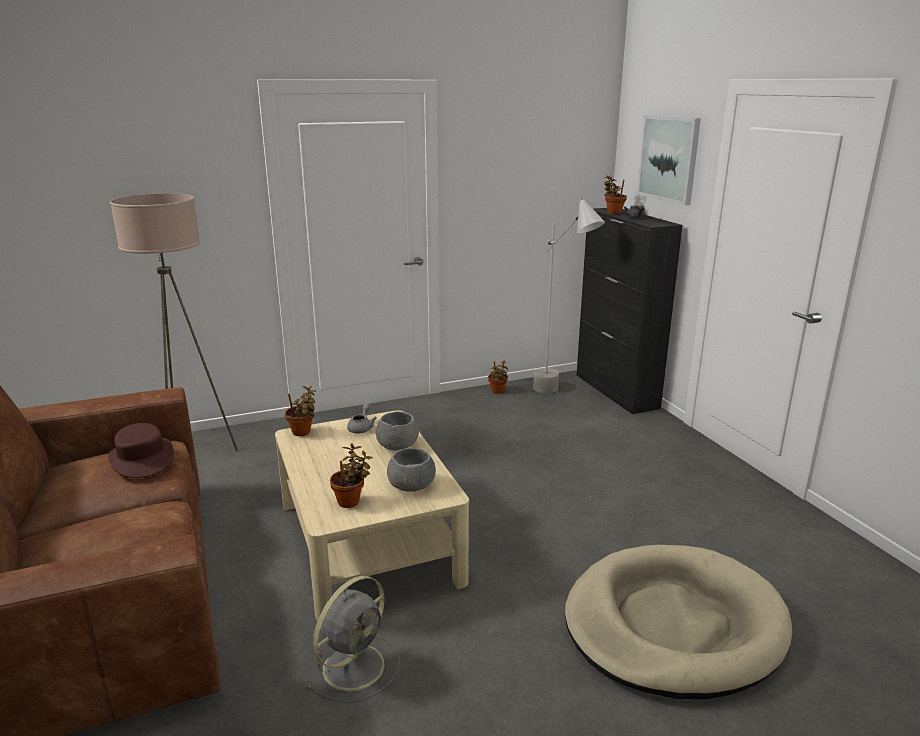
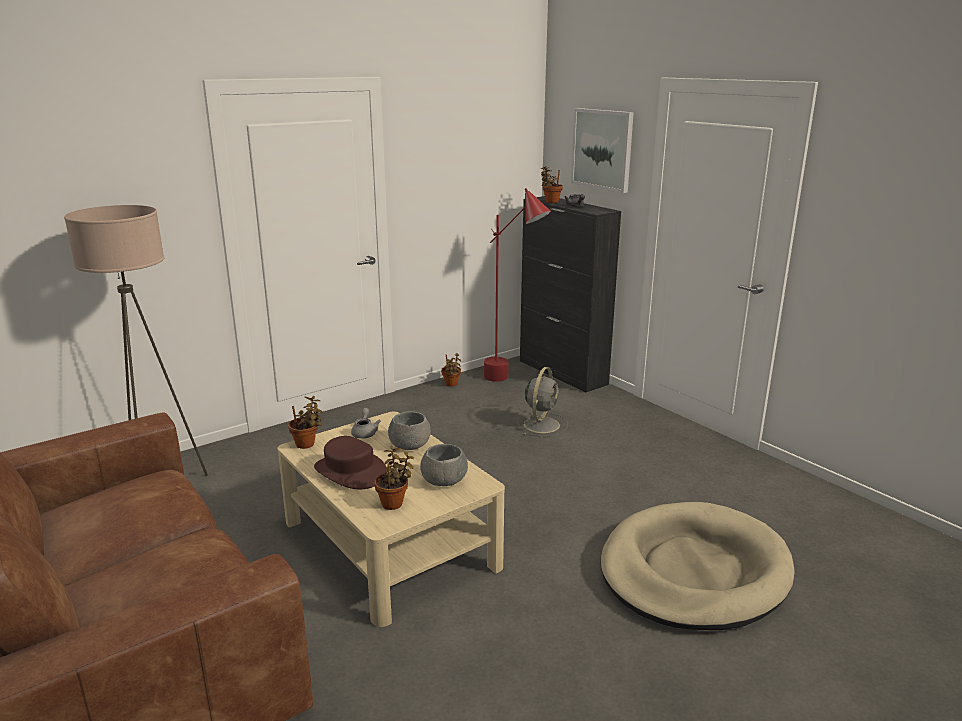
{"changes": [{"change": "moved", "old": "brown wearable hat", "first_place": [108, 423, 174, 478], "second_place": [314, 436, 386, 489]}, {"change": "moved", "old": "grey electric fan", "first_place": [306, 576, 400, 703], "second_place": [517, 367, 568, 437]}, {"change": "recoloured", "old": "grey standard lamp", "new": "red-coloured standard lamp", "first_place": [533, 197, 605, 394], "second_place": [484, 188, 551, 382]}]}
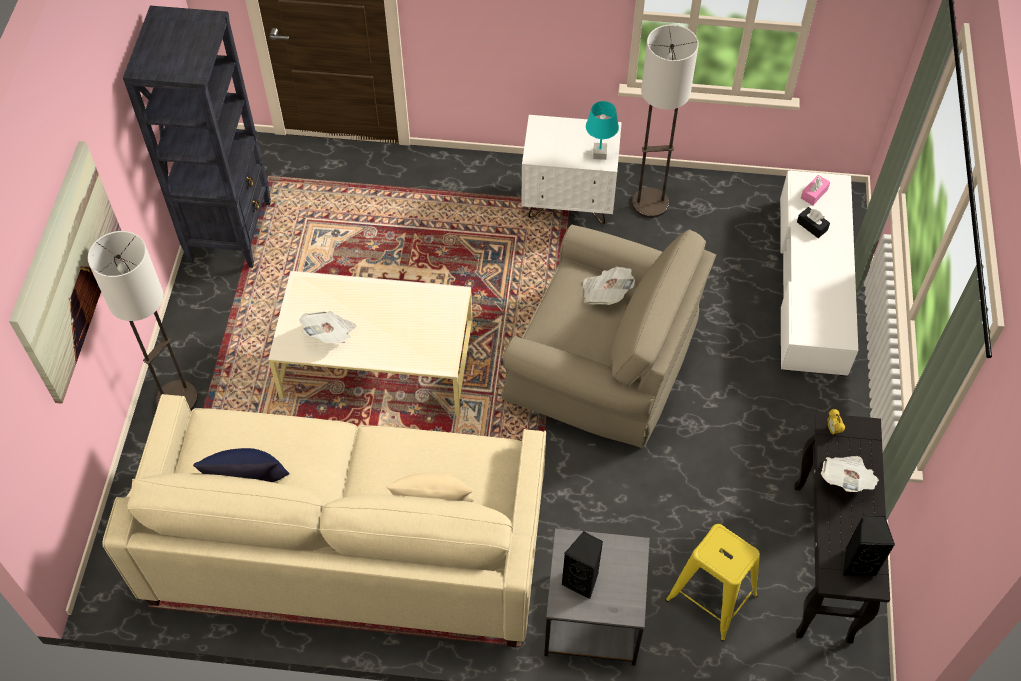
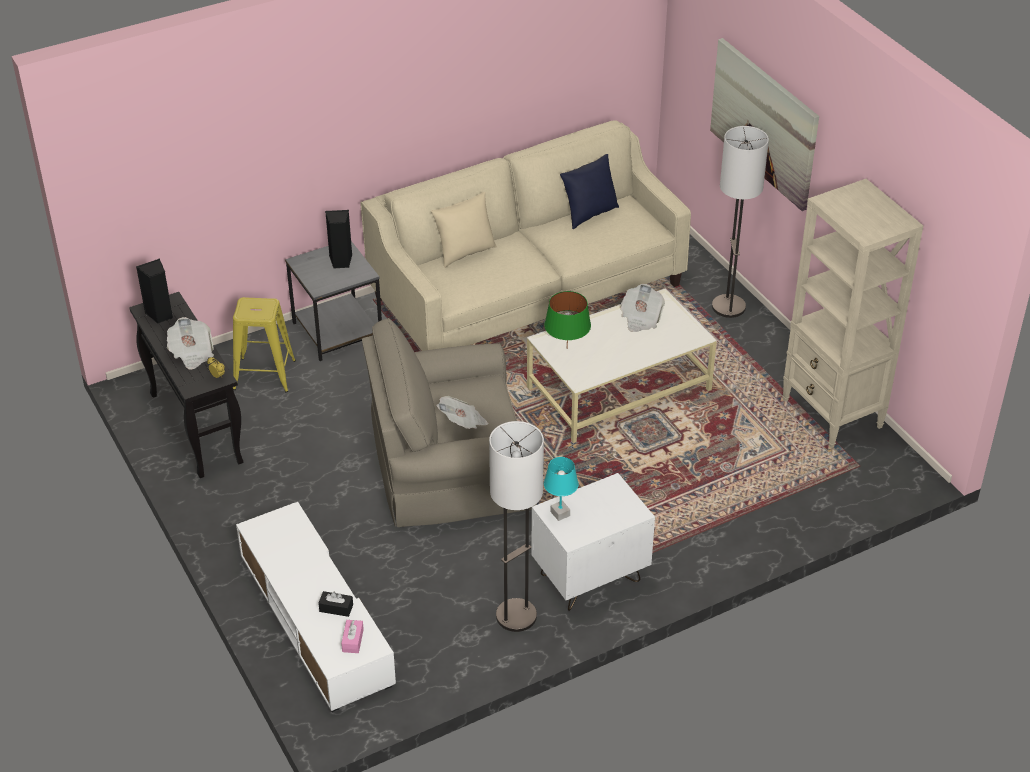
{"changes": [{"change": "recoloured", "old": "blackish bookcase", "new": "beige bookcase", "first_place": [123, 6, 271, 268], "second_place": [782, 179, 923, 448]}, {"change": "added", "new": "greenish lamp for a table", "second_place": [544, 291, 591, 348]}]}
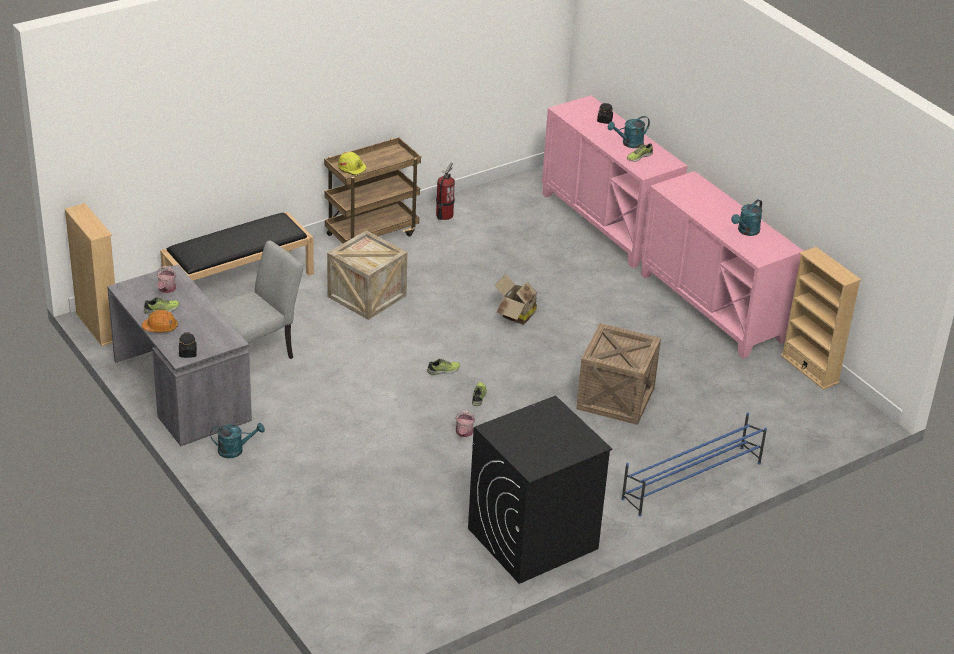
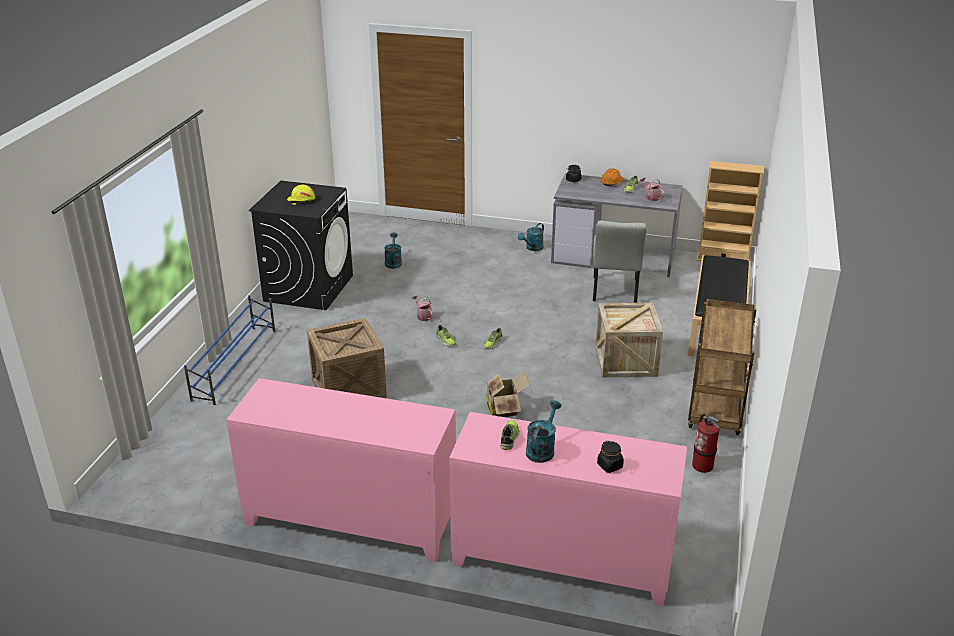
{"changes": [{"change": "moved", "old": "yellowish safety helmet", "first_place": [338, 152, 367, 176], "second_place": [287, 185, 315, 205]}, {"change": "moved", "old": "blue-green watering can", "first_place": [731, 199, 763, 236], "second_place": [384, 232, 402, 269]}, {"change": "removed", "old": "beige bookcase", "first_place": [781, 247, 861, 390]}]}
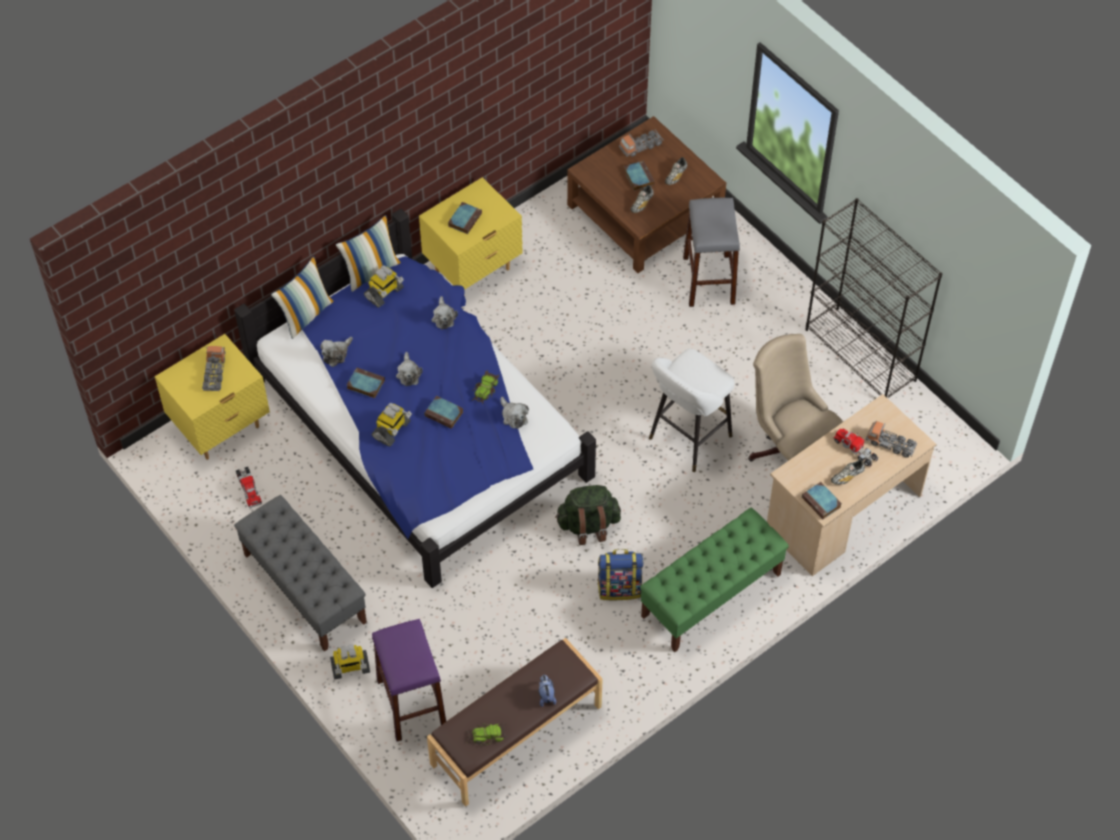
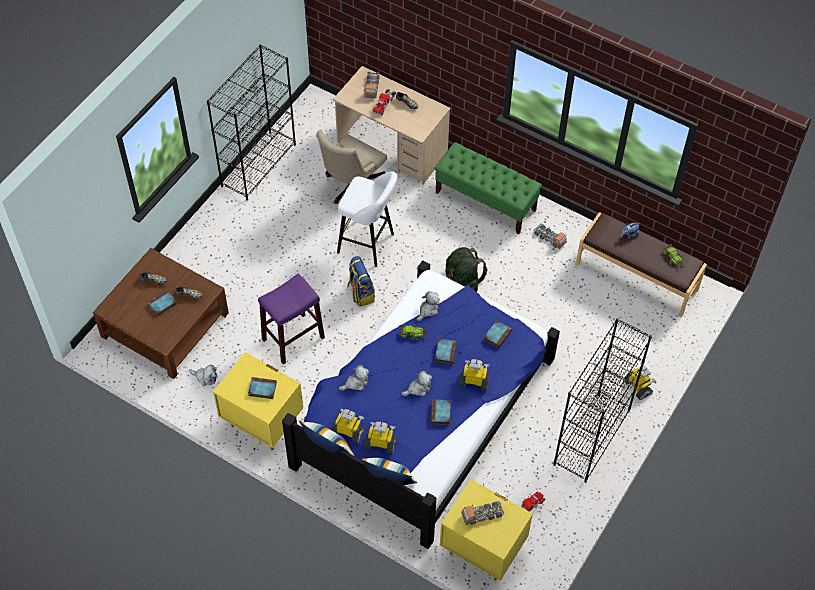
{"changes": [{"change": "replaced", "old": "grey bench", "new": "blackish bookcase", "first_place": [234, 495, 367, 652], "second_place": [553, 318, 652, 483]}, {"change": "moved", "old": "plush toy", "first_place": [320, 337, 353, 367], "second_place": [189, 365, 218, 386]}, {"change": "moved", "old": "purplish stool", "first_place": [372, 619, 446, 741], "second_place": [258, 274, 325, 364]}, {"change": "moved", "old": "knapsack", "first_place": [598, 549, 643, 601], "second_place": [347, 256, 375, 307]}, {"change": "moved", "old": "model truck", "first_place": [619, 129, 664, 157], "second_place": [533, 224, 567, 249]}, {"change": "removed", "old": "grey stool", "first_place": [683, 198, 740, 307]}, {"change": "moved", "old": "volume", "first_place": [802, 482, 842, 519], "second_place": [484, 320, 512, 348]}, {"change": "added", "new": "toy robot", "second_place": [364, 422, 397, 454]}]}
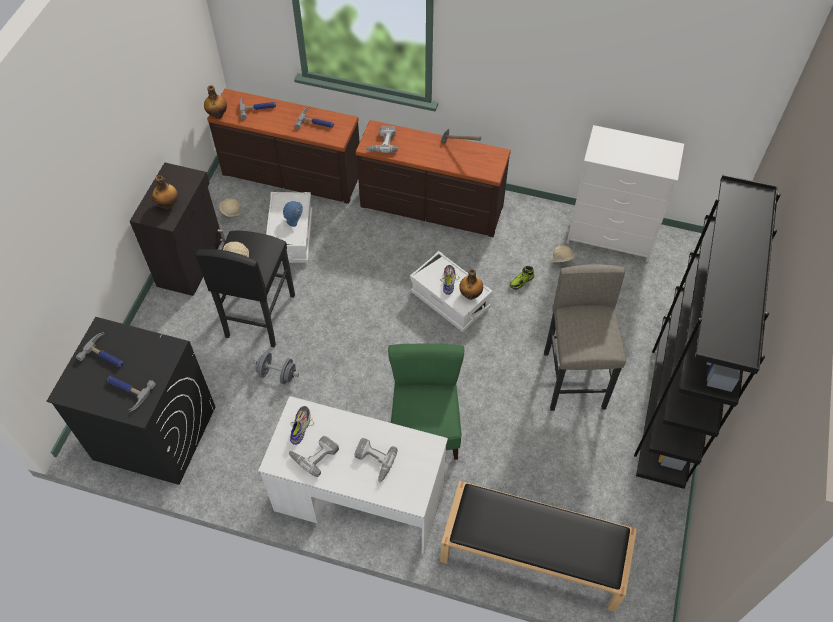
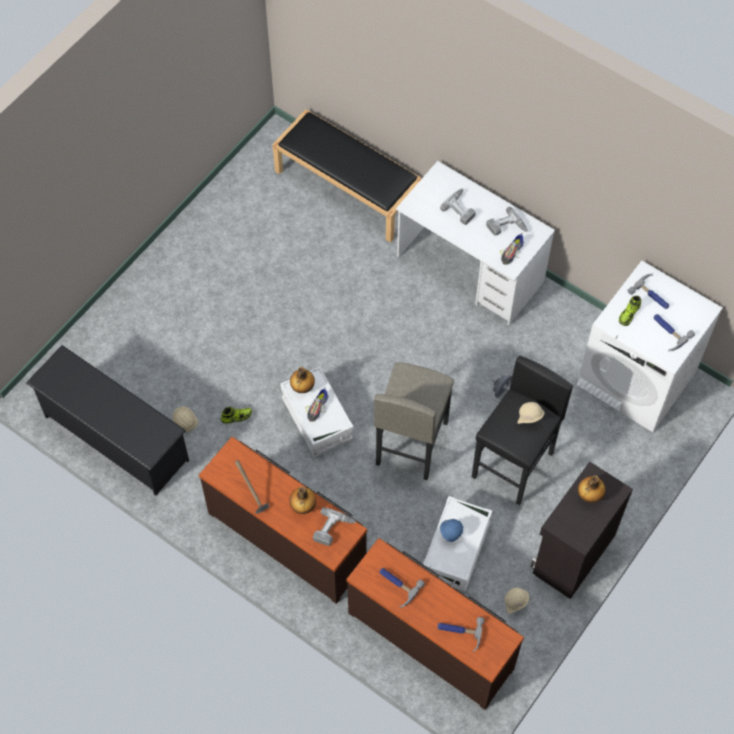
{"changes": [{"change": "recoloured", "old": "blackish washing machine", "new": "white washing machine", "first_place": [47, 317, 215, 485], "second_place": [577, 261, 723, 432]}, {"change": "moved", "old": "drink bottle", "first_place": [204, 85, 227, 119], "second_place": [289, 486, 316, 514]}, {"change": "removed", "old": "greenish upright chair", "first_place": [388, 343, 464, 460]}, {"change": "moved", "old": "grey stool", "first_place": [544, 264, 626, 411], "second_place": [374, 362, 454, 480]}, {"change": "replaced", "old": "white dresser", "new": "blackish shoe rack", "first_place": [567, 125, 684, 262], "second_place": [26, 345, 189, 496]}, {"change": "removed", "old": "blackish bookcase", "first_place": [634, 175, 781, 489]}, {"change": "added", "new": "low shoe", "second_place": [619, 296, 641, 326]}]}
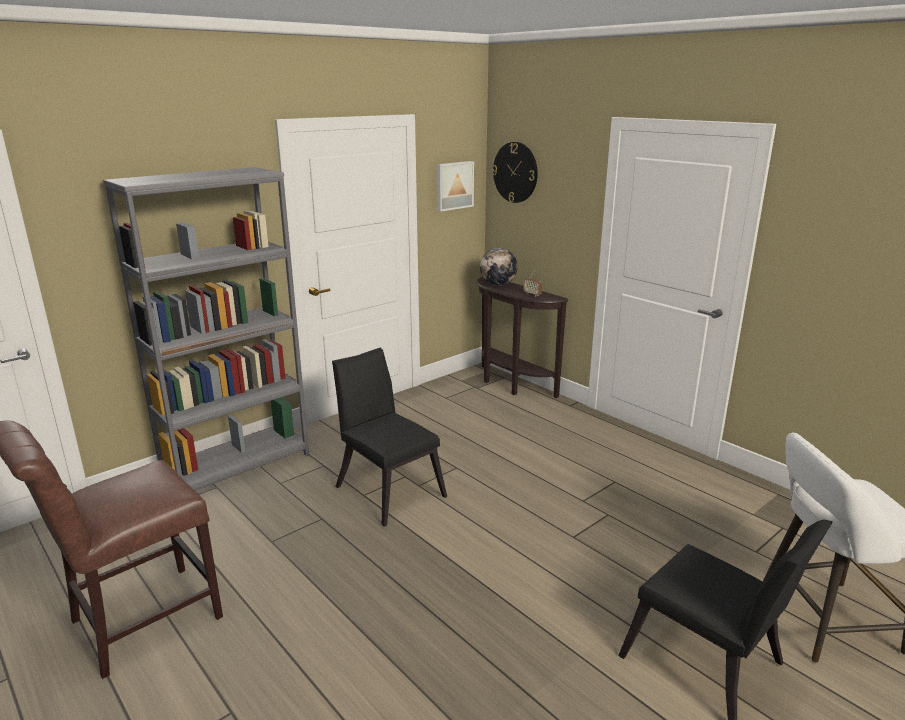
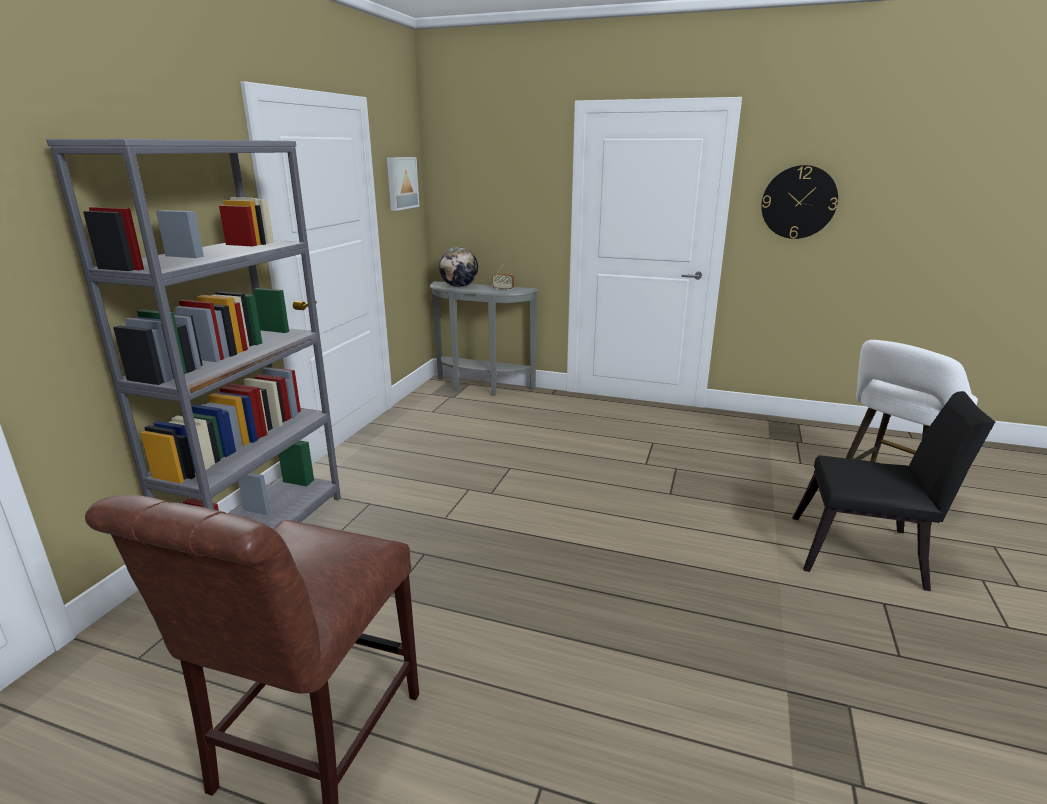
{"changes": [{"change": "removed", "old": "blackish upright chair", "first_place": [332, 348, 447, 527]}, {"change": "recoloured", "old": "brown hall table", "new": "grey hall table", "first_place": [476, 277, 568, 398], "second_place": [430, 281, 539, 396]}, {"change": "moved", "old": "clock on the wall", "first_place": [492, 142, 538, 203], "second_place": [761, 165, 838, 239]}]}
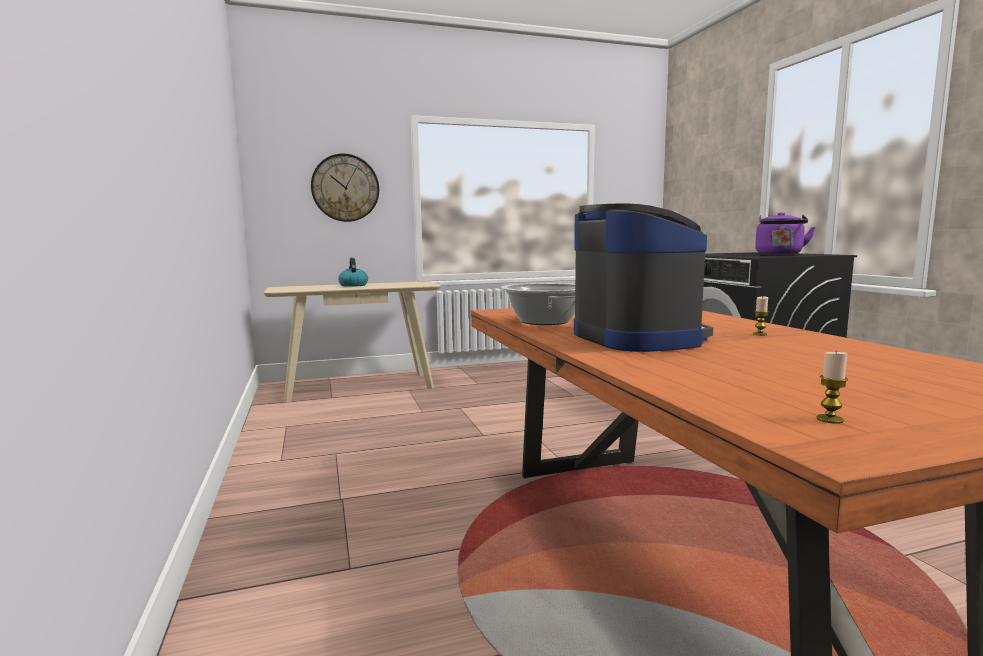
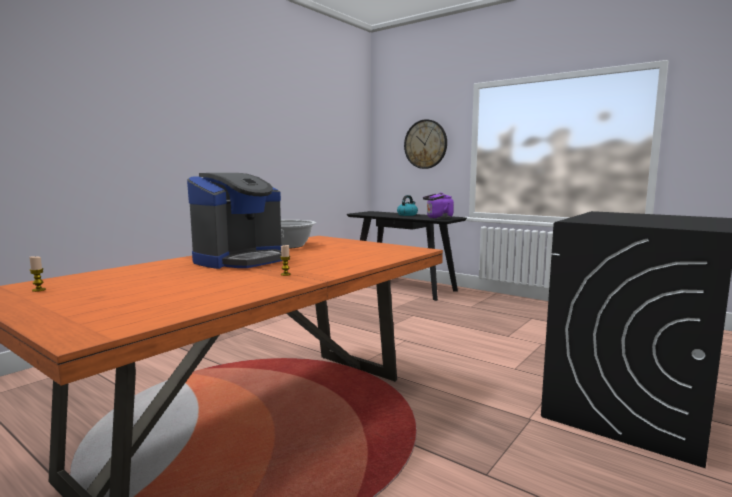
{"changes": [{"change": "recoloured", "old": "beige hall table", "new": "blackish hall table", "first_place": [263, 281, 441, 403], "second_place": [347, 211, 467, 301]}, {"change": "moved", "old": "purplish kettle", "first_place": [755, 212, 815, 255], "second_place": [423, 193, 454, 219]}]}
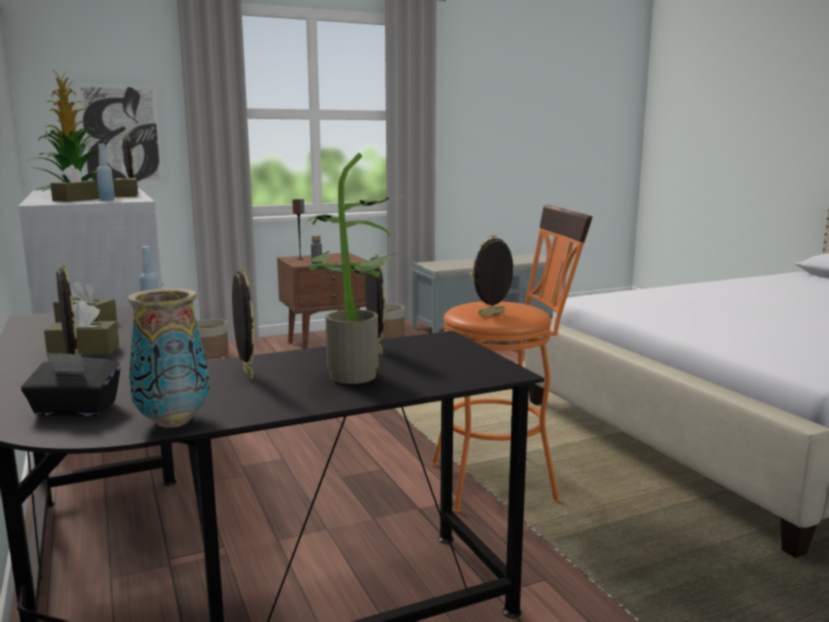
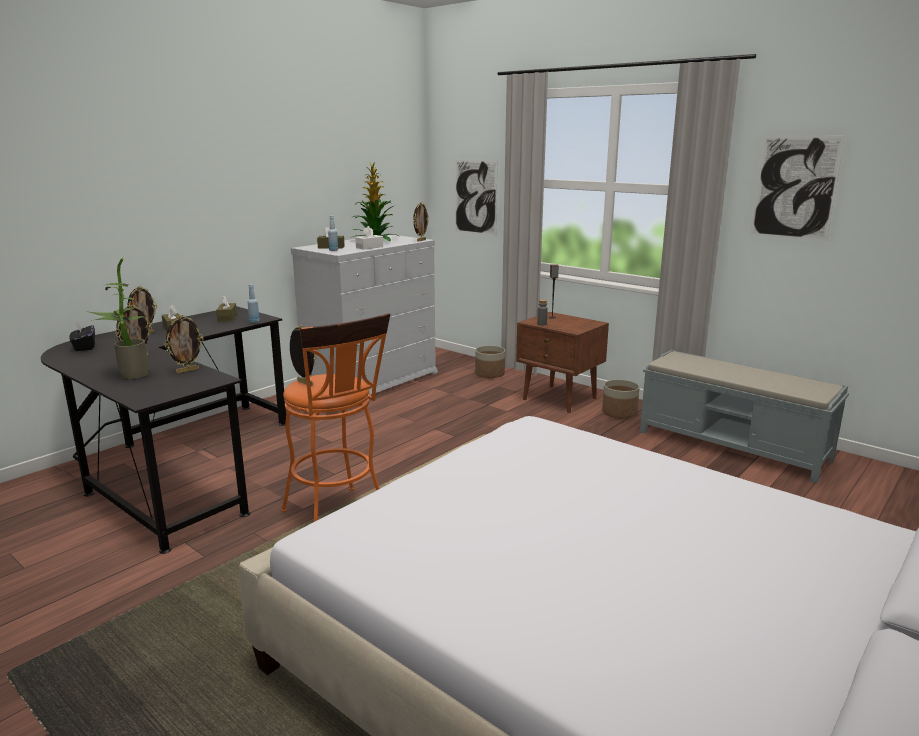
{"changes": [{"change": "recoloured", "old": "brown tissue holder", "new": "white tissue holder", "first_place": [113, 163, 138, 197], "second_place": [355, 226, 383, 250]}, {"change": "removed", "old": "vase", "first_place": [127, 288, 209, 428]}, {"change": "added", "new": "wall picture", "second_place": [750, 135, 845, 241]}]}
